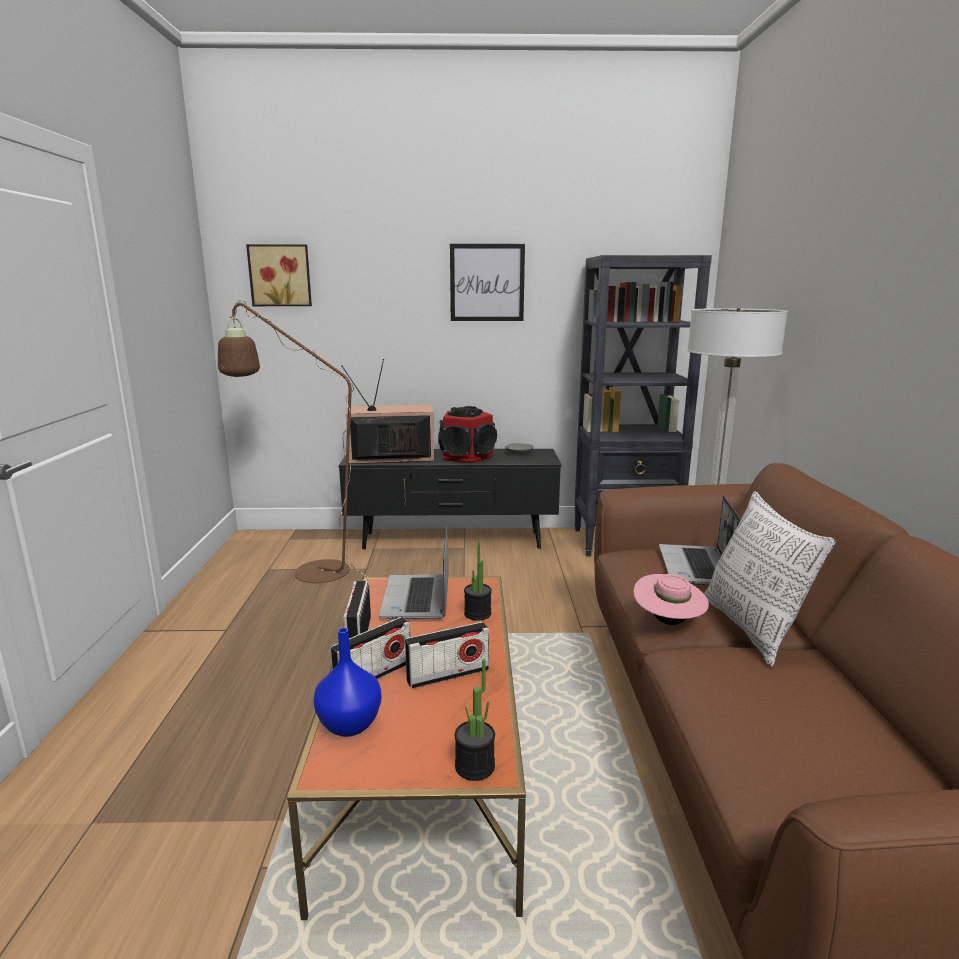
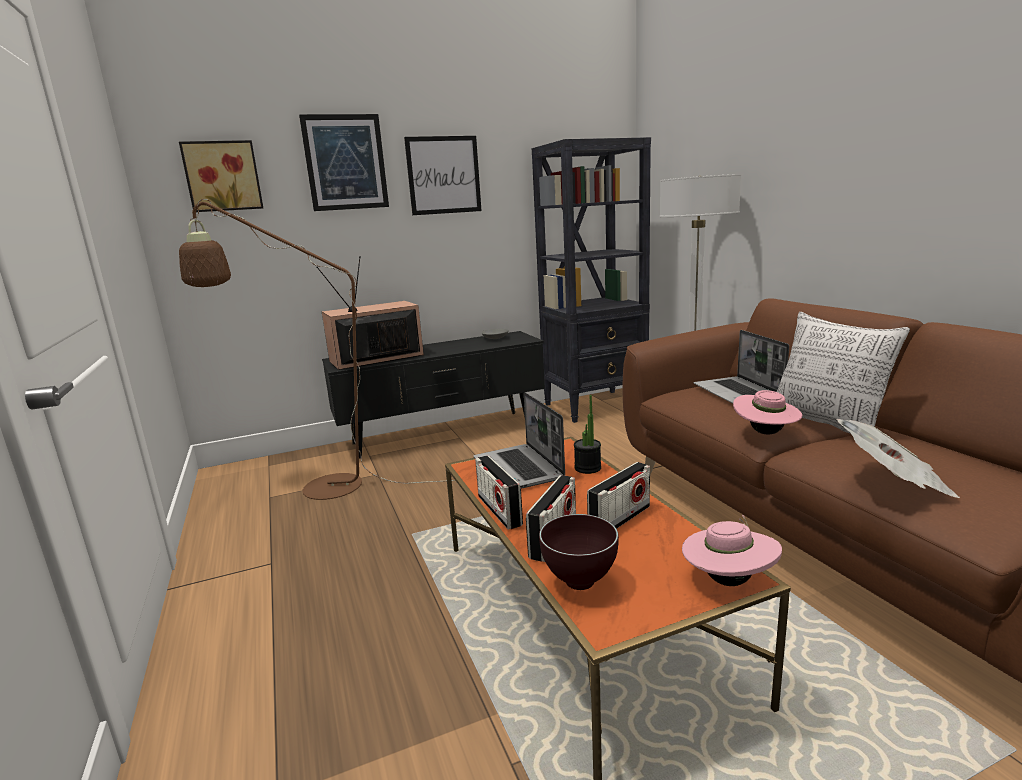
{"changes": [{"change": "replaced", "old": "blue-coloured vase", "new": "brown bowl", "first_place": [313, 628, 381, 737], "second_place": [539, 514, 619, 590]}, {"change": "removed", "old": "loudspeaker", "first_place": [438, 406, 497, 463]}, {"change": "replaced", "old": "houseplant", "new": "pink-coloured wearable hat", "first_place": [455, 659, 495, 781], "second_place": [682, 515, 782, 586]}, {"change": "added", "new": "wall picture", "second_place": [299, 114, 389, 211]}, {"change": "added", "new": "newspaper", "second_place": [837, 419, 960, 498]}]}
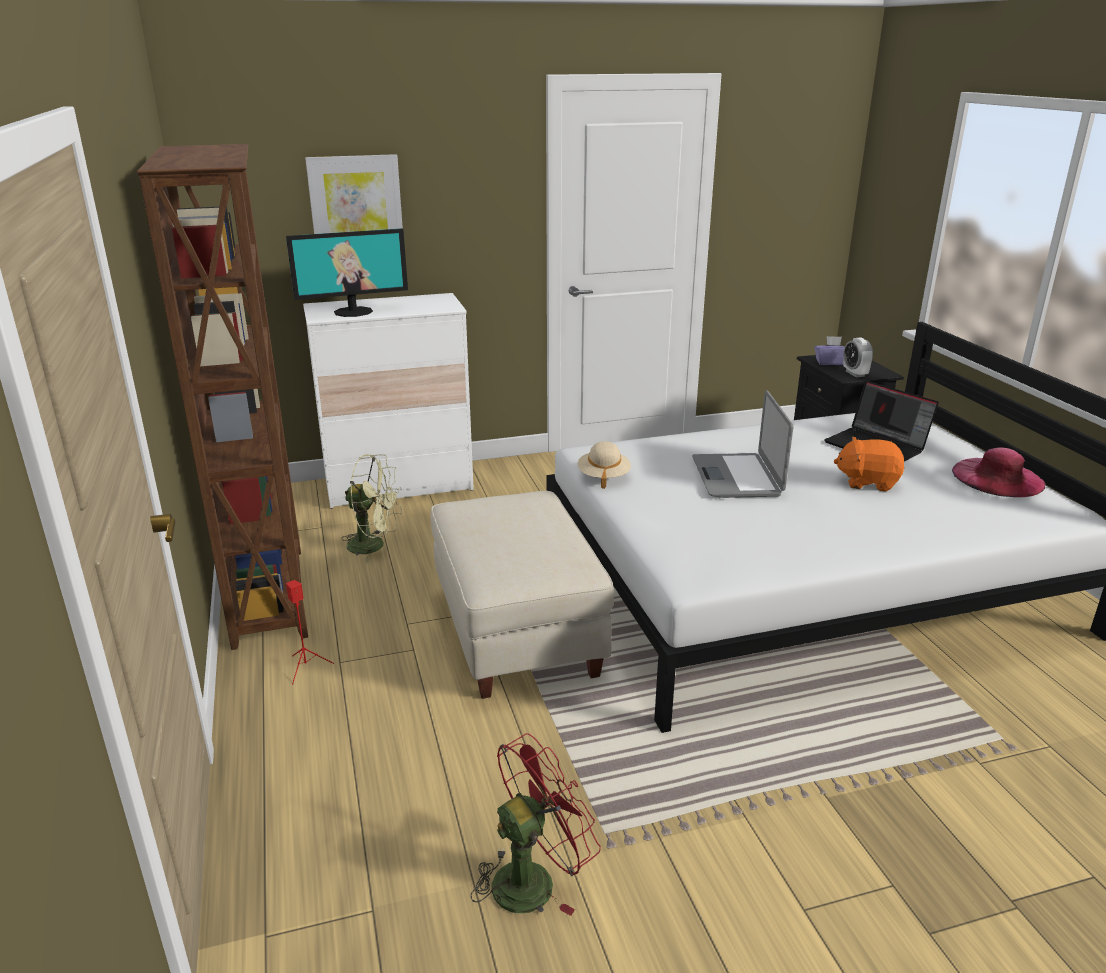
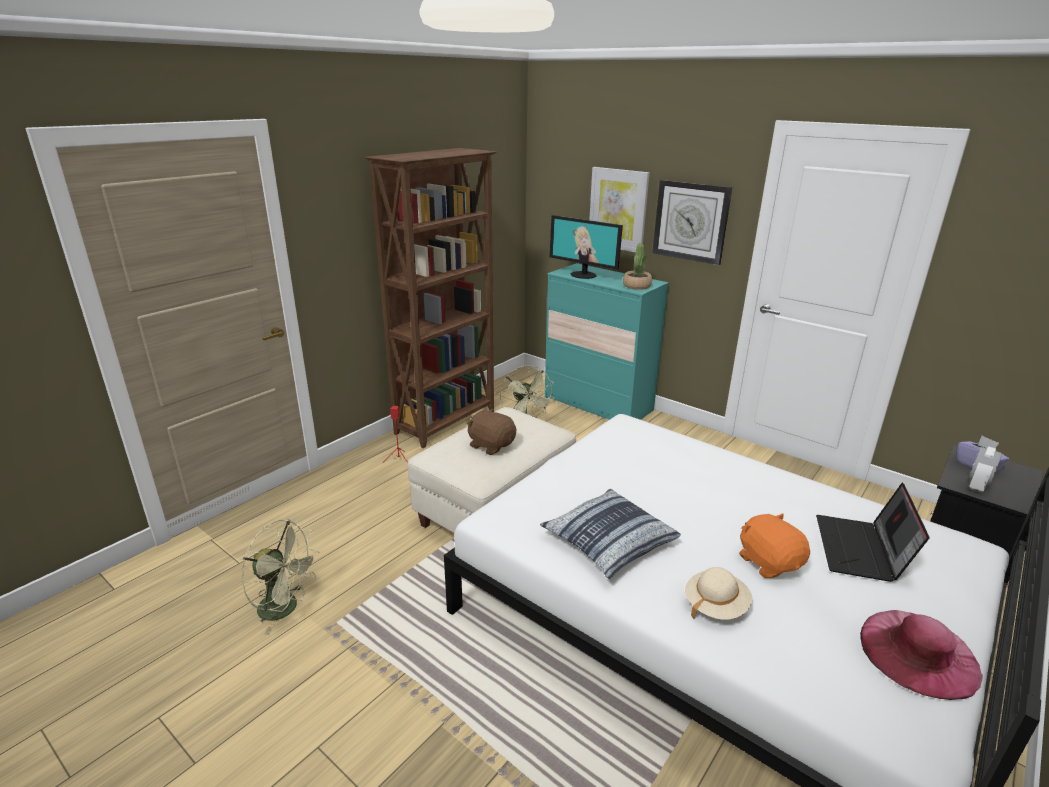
{"changes": [{"change": "recoloured", "old": "white dresser", "new": "blue-green dresser", "first_place": [303, 293, 474, 509], "second_place": [545, 263, 669, 420]}, {"change": "recoloured", "old": "red-coloured electric fan", "new": "greenish electric fan", "first_place": [471, 733, 601, 916], "second_place": [241, 519, 320, 635]}, {"change": "moved", "old": "beige wearable hat", "first_place": [578, 441, 631, 489], "second_place": [685, 567, 752, 620]}, {"change": "removed", "old": "portable computer", "first_place": [692, 390, 794, 498]}, {"change": "added", "new": "brown plush toy", "second_place": [467, 408, 516, 455]}, {"change": "added", "new": "pillow", "second_place": [540, 489, 681, 579]}, {"change": "added", "new": "houseplant", "second_place": [623, 243, 652, 290]}, {"change": "added", "new": "clock on the wall", "second_place": [652, 180, 732, 265]}]}
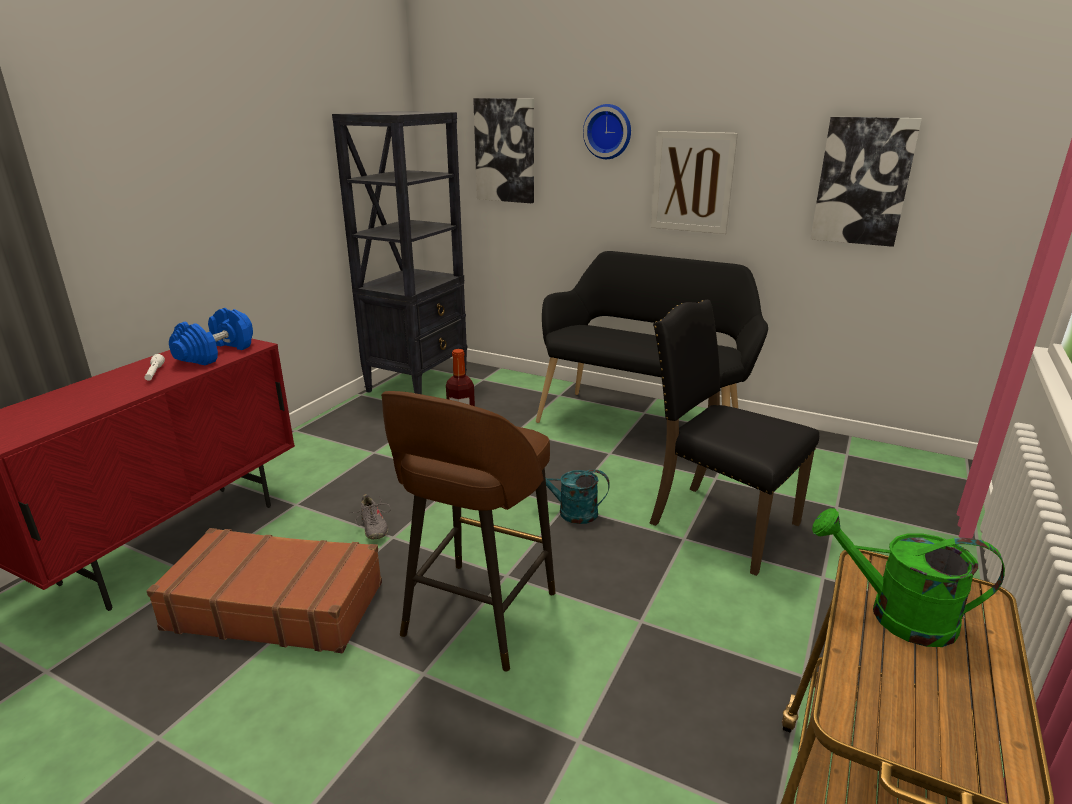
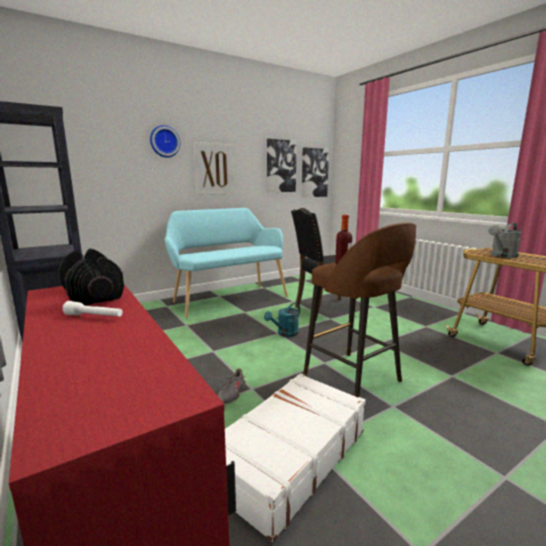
{"changes": [{"change": "recoloured", "old": "brown travel case", "new": "white travel case", "first_place": [147, 528, 382, 653], "second_place": [225, 373, 365, 542]}, {"change": "recoloured", "old": "blue-coloured hand weight", "new": "blackish hand weight", "first_place": [169, 308, 253, 366], "second_place": [58, 249, 124, 305]}, {"change": "turned", "old": "grey low shoe", "first_place": [350, 494, 391, 539], "second_place": [217, 368, 247, 404], "degrees": 105}, {"change": "moved", "old": "wall picture", "first_place": [473, 98, 534, 203], "second_place": [302, 147, 329, 197]}, {"change": "recoloured", "old": "blackish bench", "new": "blue-green bench", "first_place": [536, 251, 768, 423], "second_place": [164, 208, 288, 318]}, {"change": "recoloured", "old": "greenish watering can", "new": "grey watering can", "first_place": [812, 508, 1005, 647], "second_place": [488, 223, 521, 258]}]}
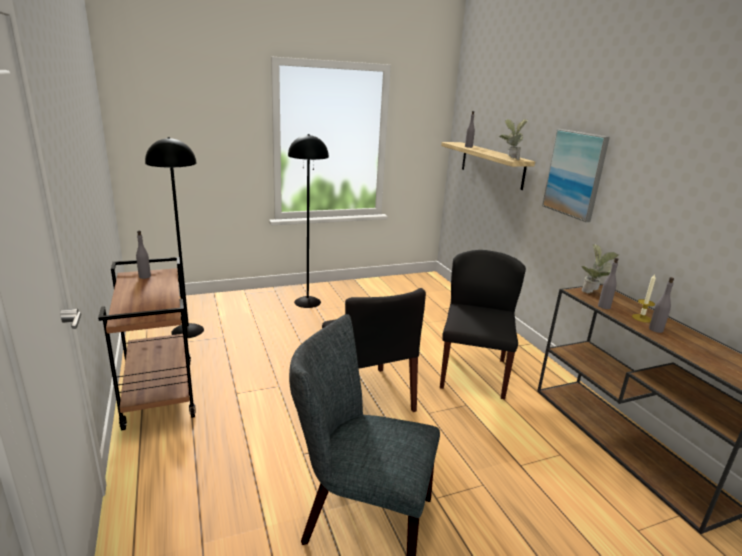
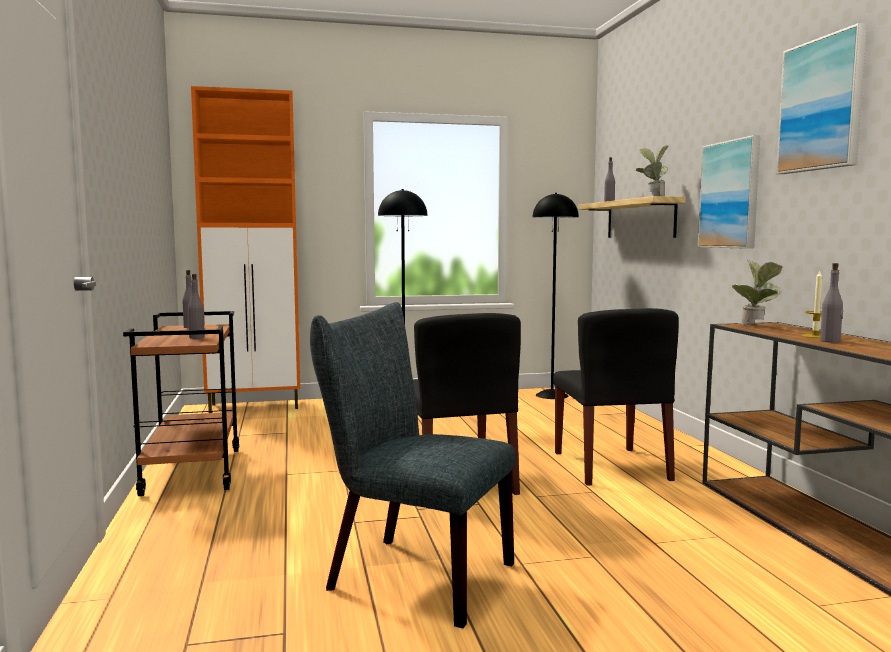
{"changes": [{"change": "moved", "old": "blackish standard lamp", "first_place": [145, 137, 204, 338], "second_place": [533, 193, 579, 399]}, {"change": "turned", "old": "blackish upright chair", "first_place": [440, 250, 526, 399], "second_place": [553, 308, 679, 486], "degrees": 150}, {"change": "moved", "old": "grey drink bottle", "first_place": [598, 258, 618, 309], "second_place": [188, 274, 205, 339]}, {"change": "added", "new": "orange-coloured cabinet", "second_place": [191, 86, 300, 413]}, {"change": "added", "new": "wall picture", "second_place": [776, 23, 867, 174]}]}
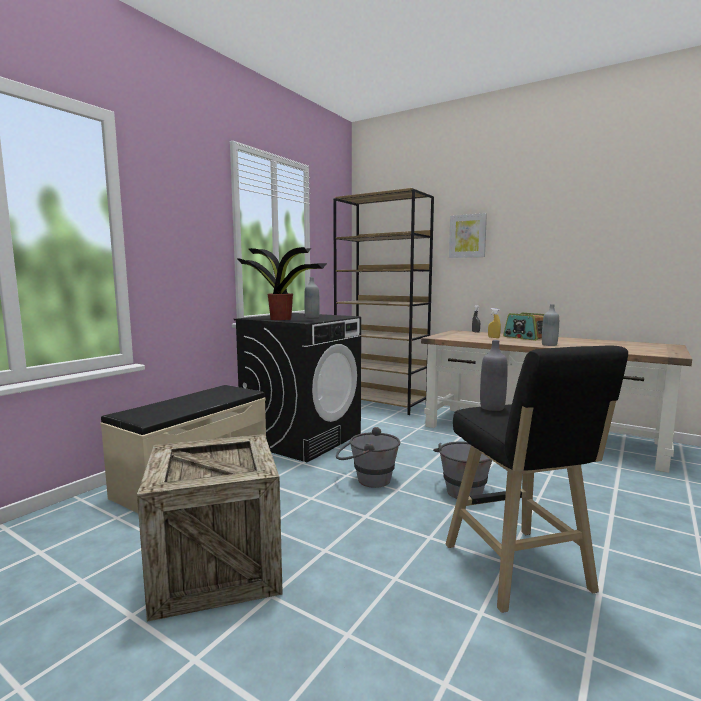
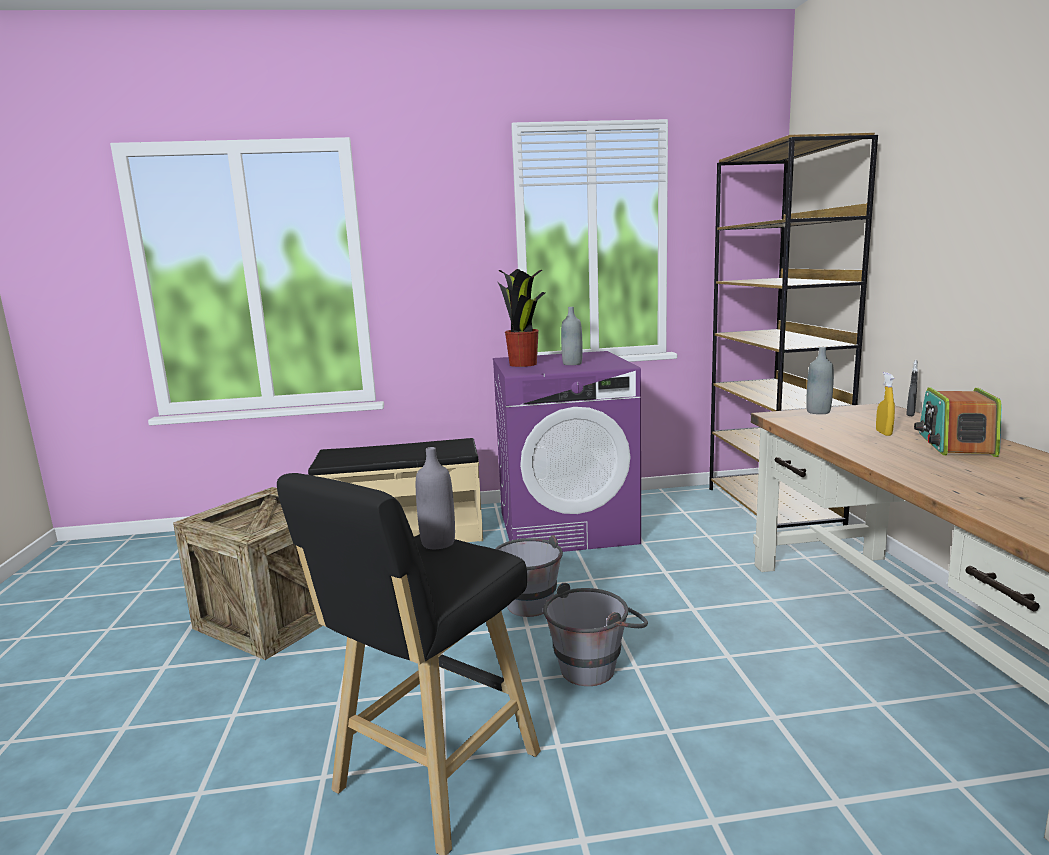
{"changes": [{"change": "recoloured", "old": "blackish washing machine", "new": "purplish washing machine", "first_place": [234, 313, 361, 462], "second_place": [493, 351, 641, 552]}, {"change": "removed", "old": "wall picture", "first_place": [449, 213, 487, 258]}, {"change": "moved", "old": "grey drink bottle", "first_place": [542, 304, 559, 346], "second_place": [806, 347, 834, 414]}]}
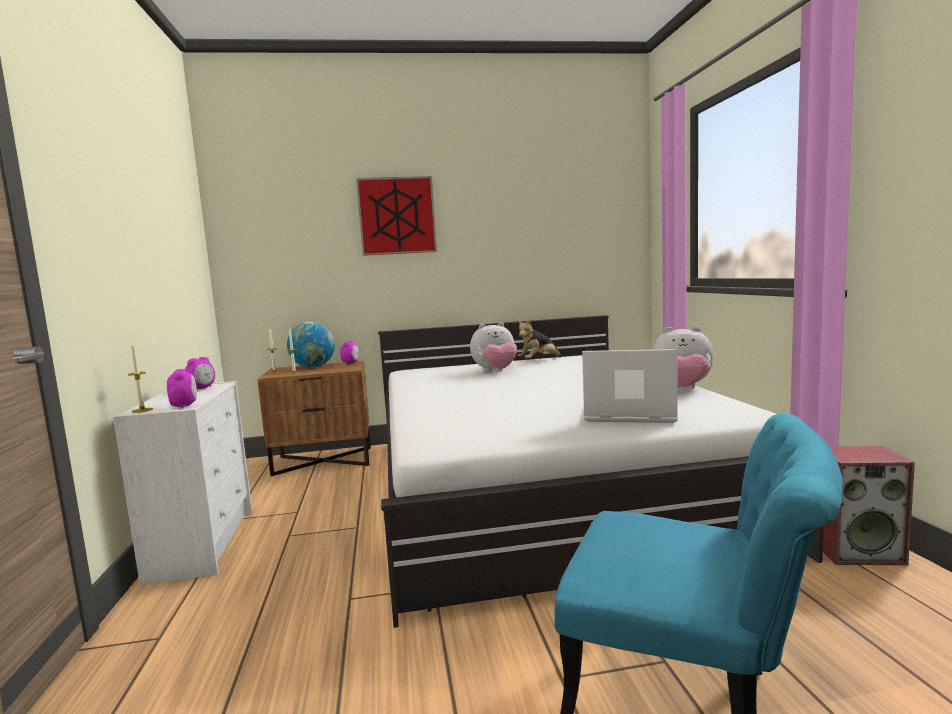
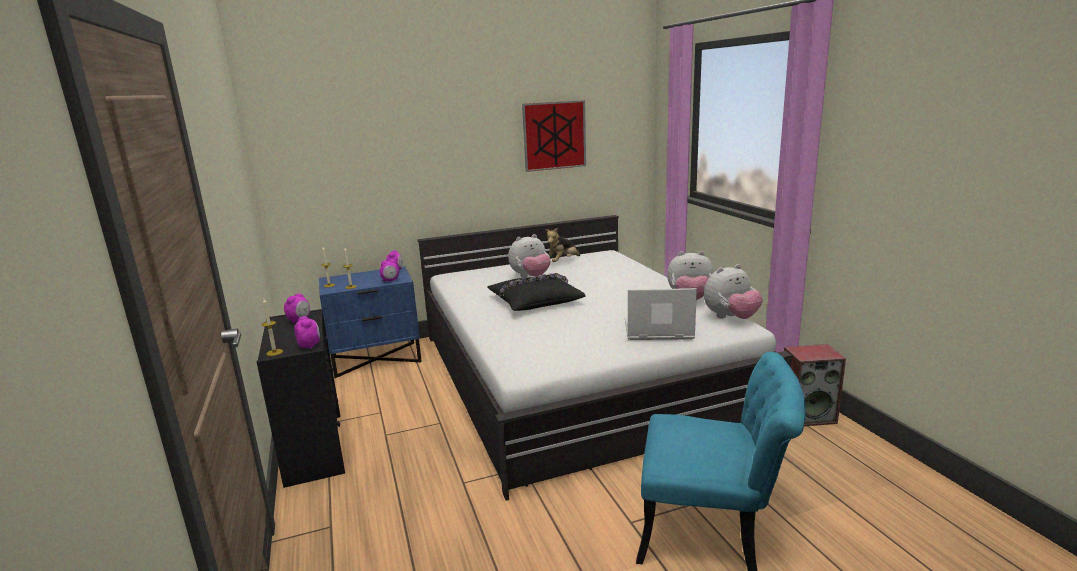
{"changes": [{"change": "recoloured", "old": "white dresser", "new": "blackish dresser", "first_place": [113, 381, 253, 585], "second_place": [257, 309, 345, 488]}, {"change": "recoloured", "old": "brown bedside table", "new": "blue-coloured bedside table", "first_place": [258, 361, 371, 476], "second_place": [319, 266, 422, 378]}, {"change": "removed", "old": "globe", "first_place": [287, 321, 335, 368]}, {"change": "moved", "old": "wall picture", "first_place": [356, 176, 437, 256], "second_place": [522, 100, 586, 172]}, {"change": "added", "new": "alarm clock", "second_place": [380, 259, 399, 281]}, {"change": "added", "new": "blackish pillow", "second_place": [487, 273, 586, 311]}, {"change": "added", "new": "plush toy", "second_place": [704, 264, 763, 319]}]}
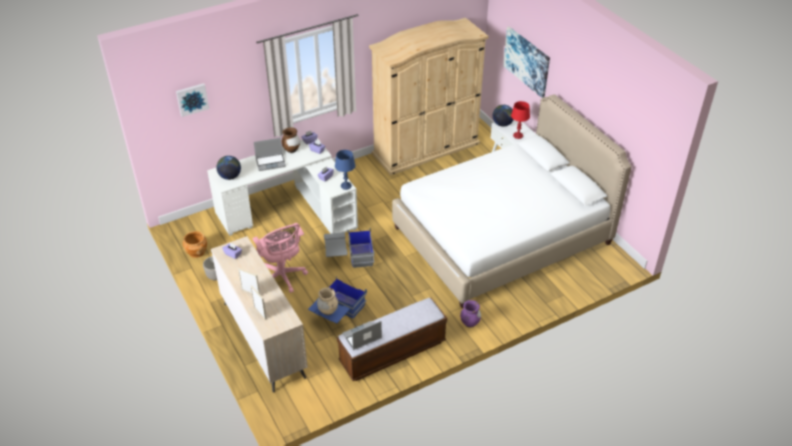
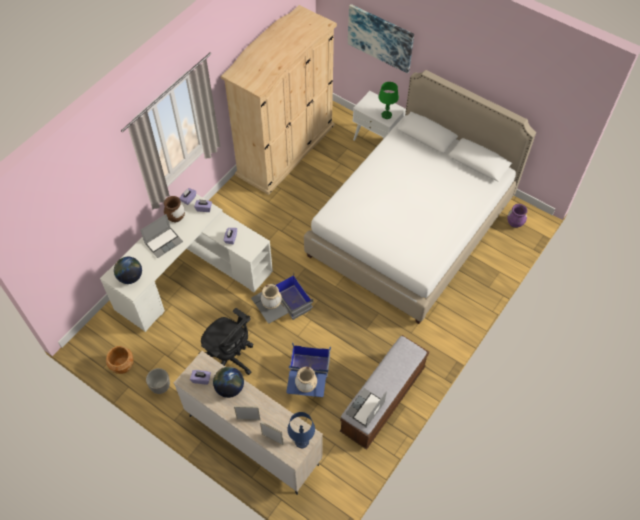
{"changes": [{"change": "removed", "old": "wall picture", "first_place": [176, 83, 209, 117]}, {"change": "recoloured", "old": "pink-coloured office chair", "new": "blackish office chair", "first_place": [252, 223, 308, 293], "second_place": [199, 308, 253, 375]}, {"change": "moved", "old": "blue-coloured lamp for a table", "first_place": [335, 150, 355, 190], "second_place": [288, 412, 315, 448]}, {"change": "moved", "old": "purplish vase", "first_place": [460, 300, 481, 327], "second_place": [507, 204, 528, 228]}, {"change": "moved", "old": "globe", "first_place": [493, 105, 514, 127], "second_place": [213, 367, 244, 398]}, {"change": "recoloured", "old": "red-coloured lamp for a table", "new": "greenish lamp for a table", "first_place": [511, 101, 530, 139], "second_place": [379, 82, 399, 119]}, {"change": "added", "new": "beige vase", "second_place": [261, 284, 282, 309]}]}
